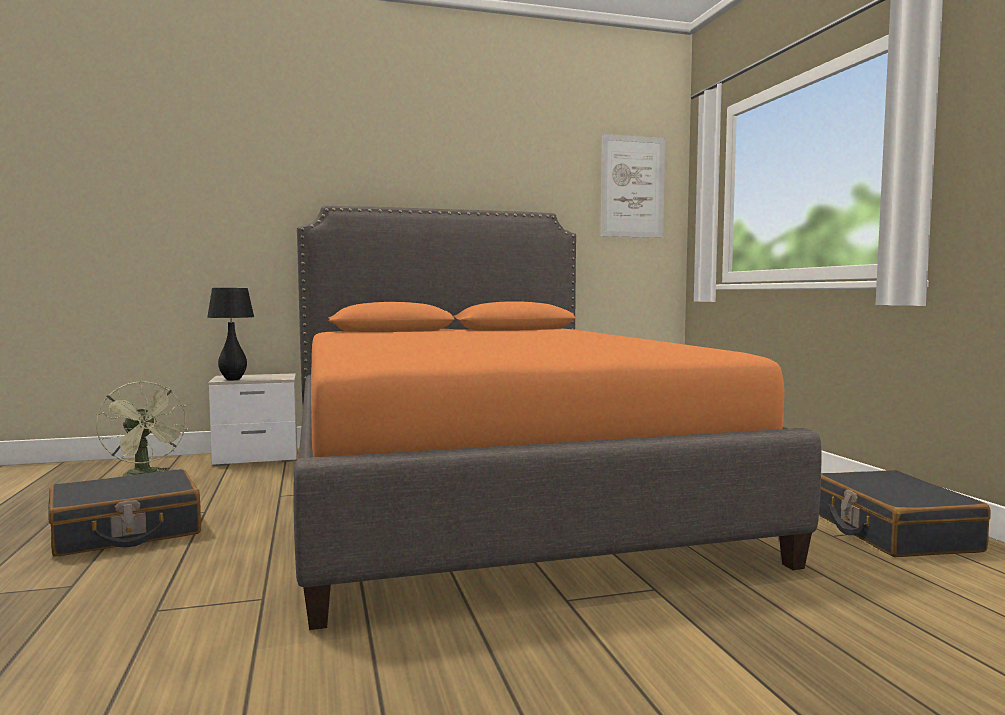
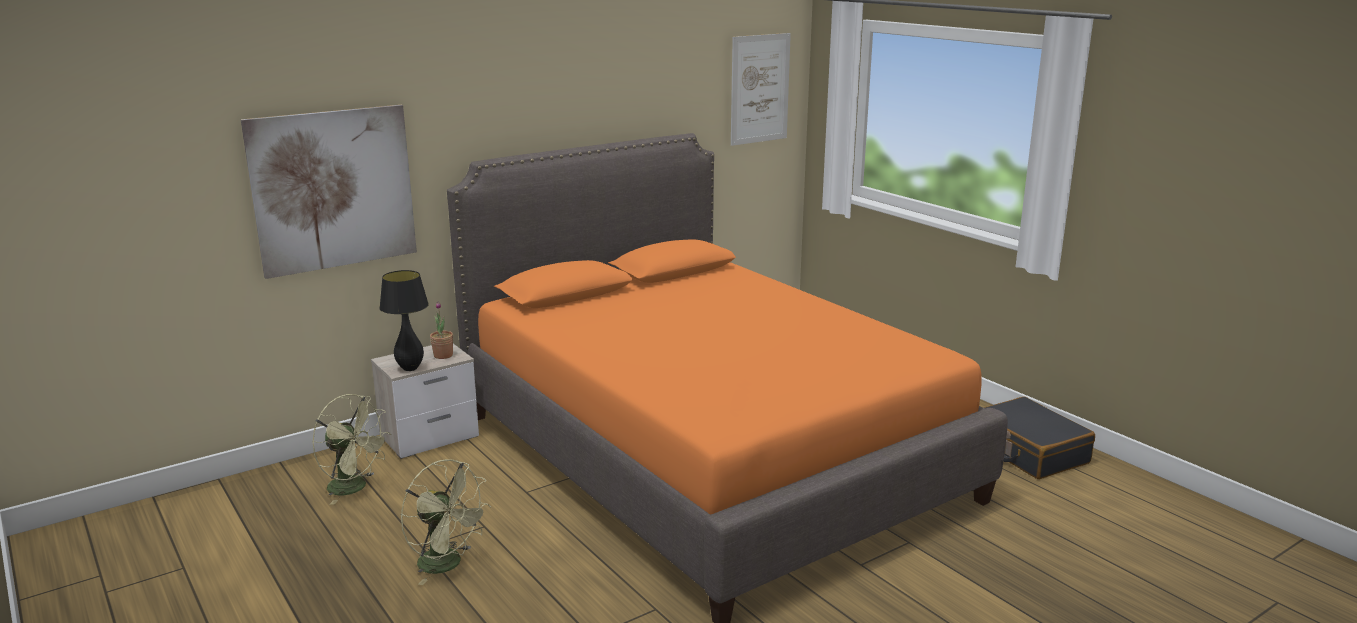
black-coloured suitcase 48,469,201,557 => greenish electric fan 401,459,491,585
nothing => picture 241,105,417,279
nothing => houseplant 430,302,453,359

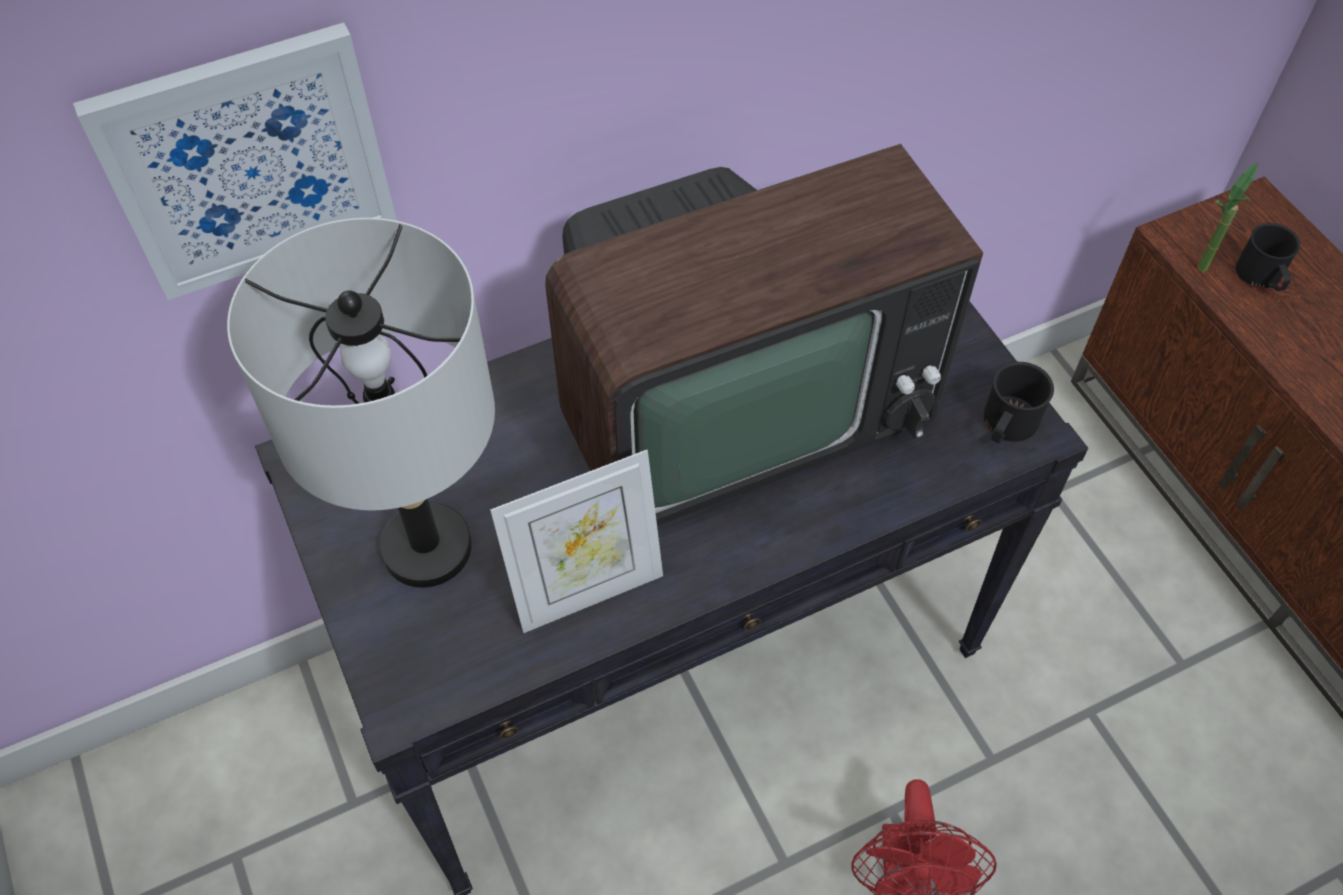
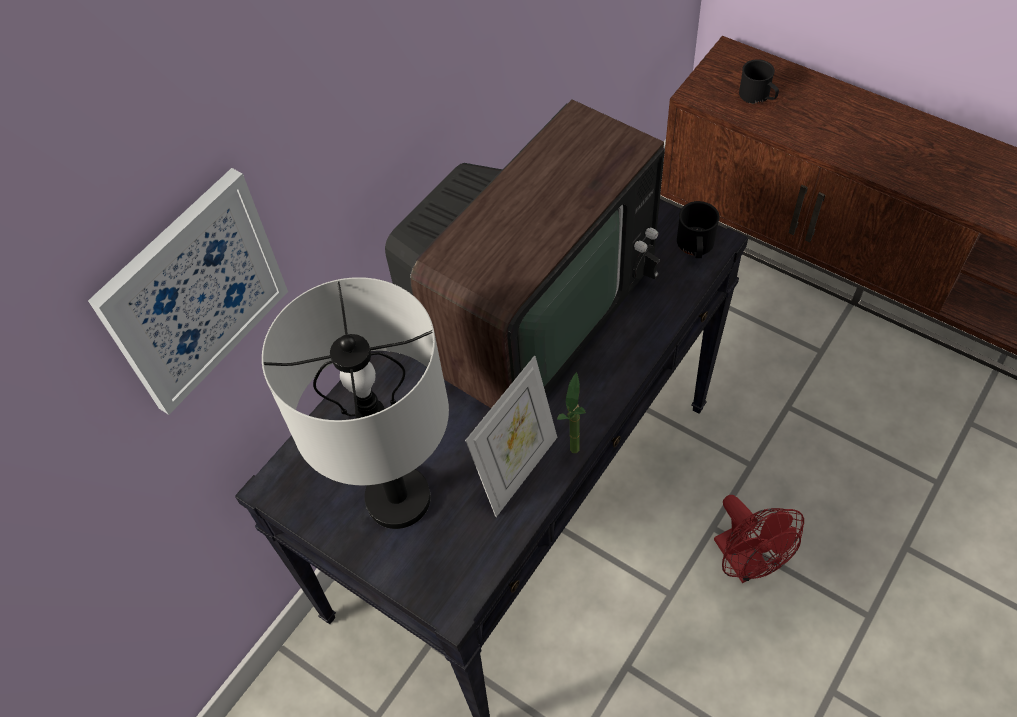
houseplant 1197,163,1258,272 => houseplant 557,372,586,453, move

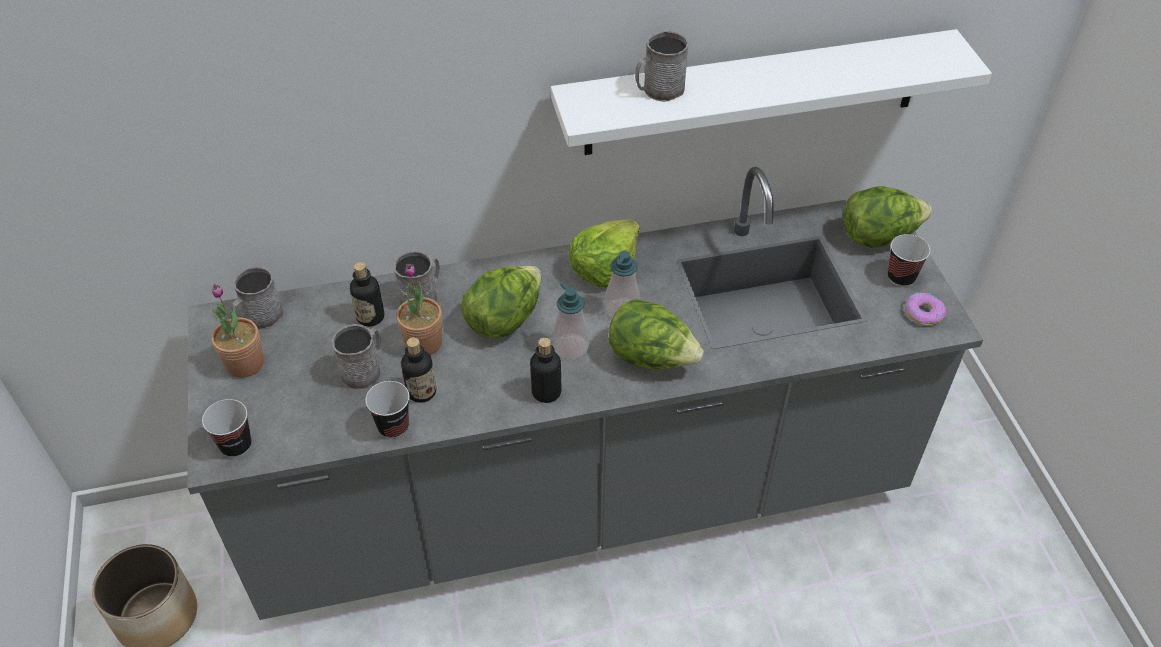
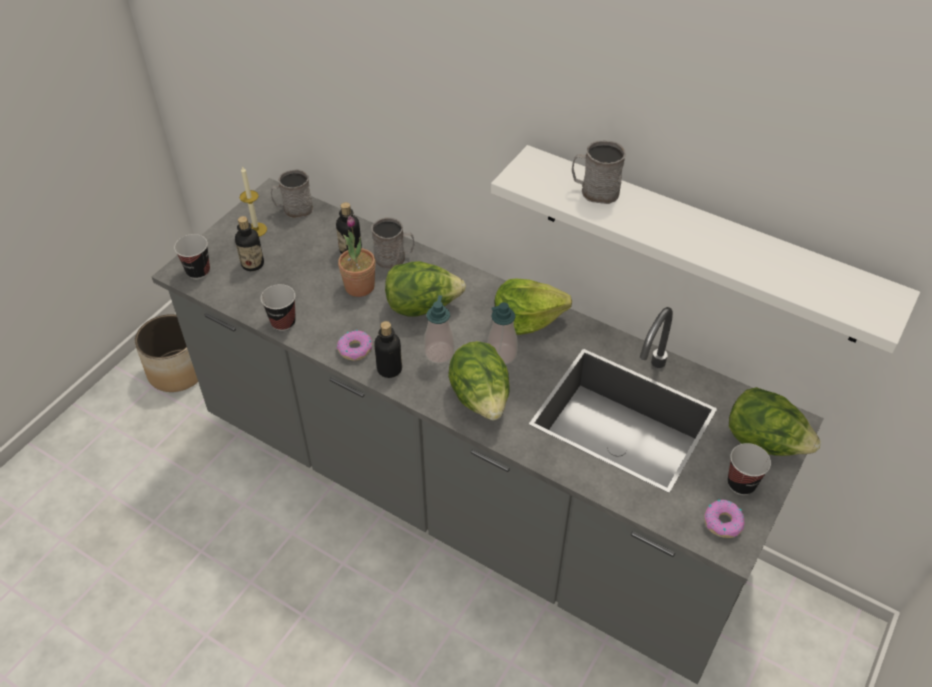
houseplant 210,284,264,378 => candle 240,166,267,237
gray mug 332,324,381,389 => nothing
drink bottle 401,337,436,403 => drink bottle 235,216,264,271, move
nothing => donut 337,330,373,361

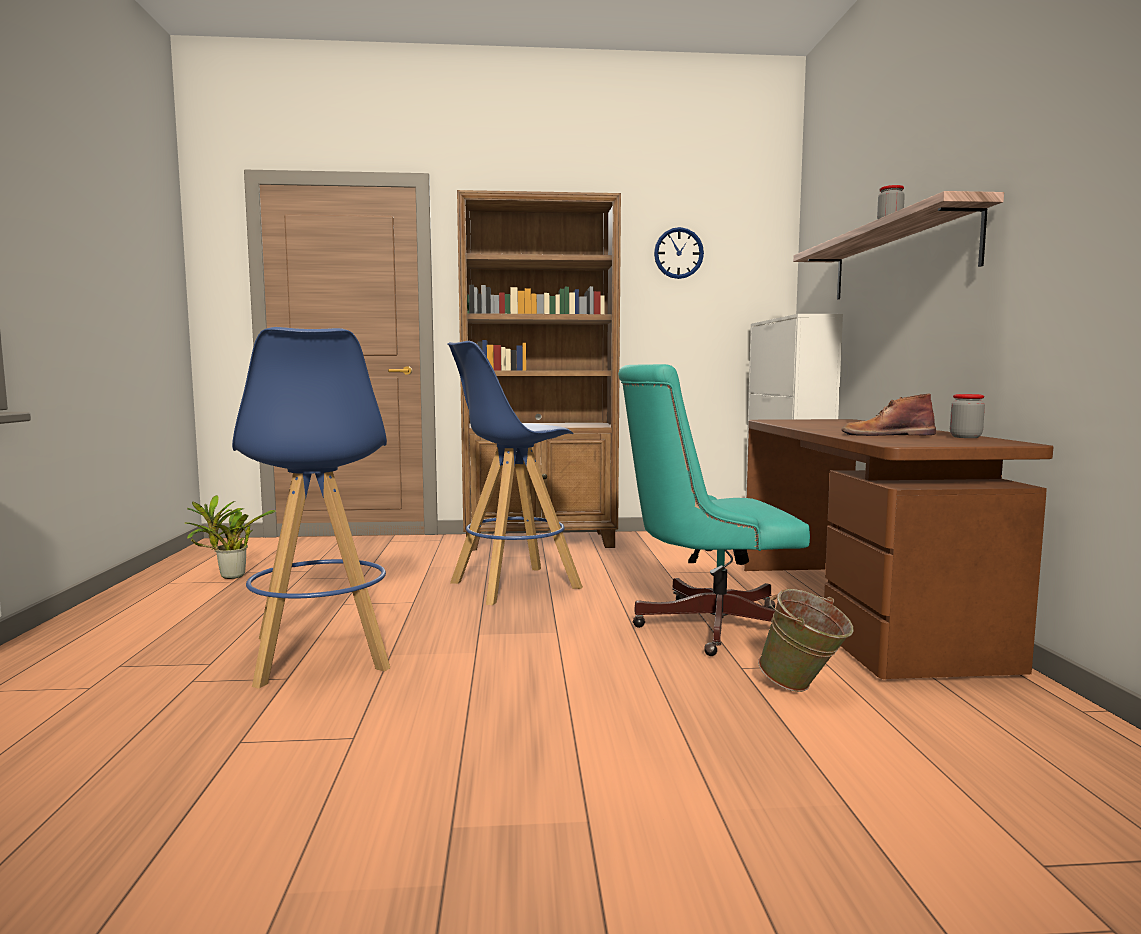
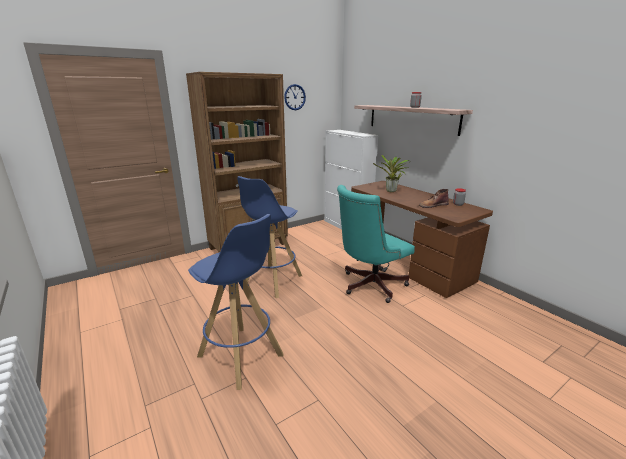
houseplant 185,495,276,579 => houseplant 373,155,409,192, move
greenish pail 758,589,854,692 => nothing

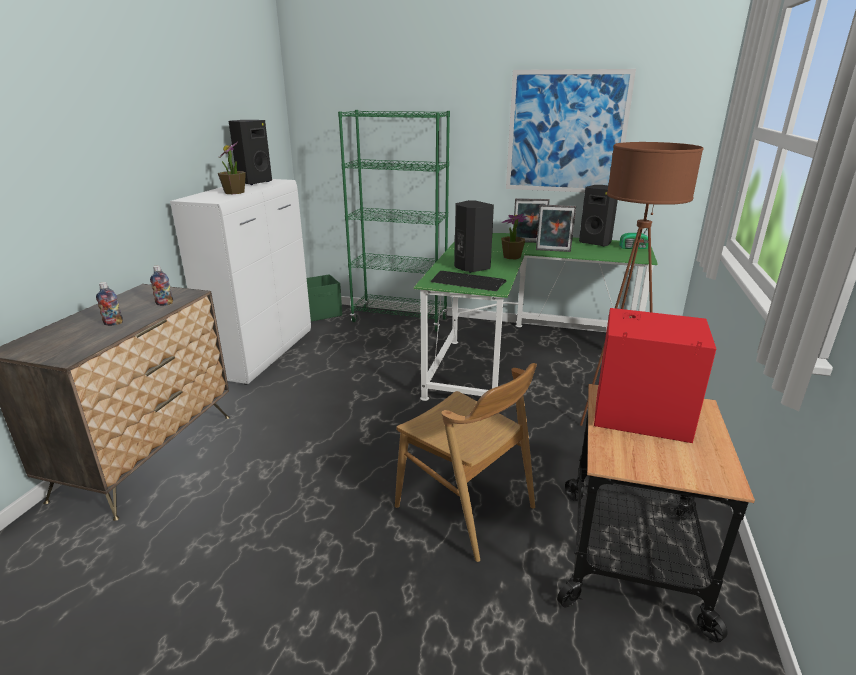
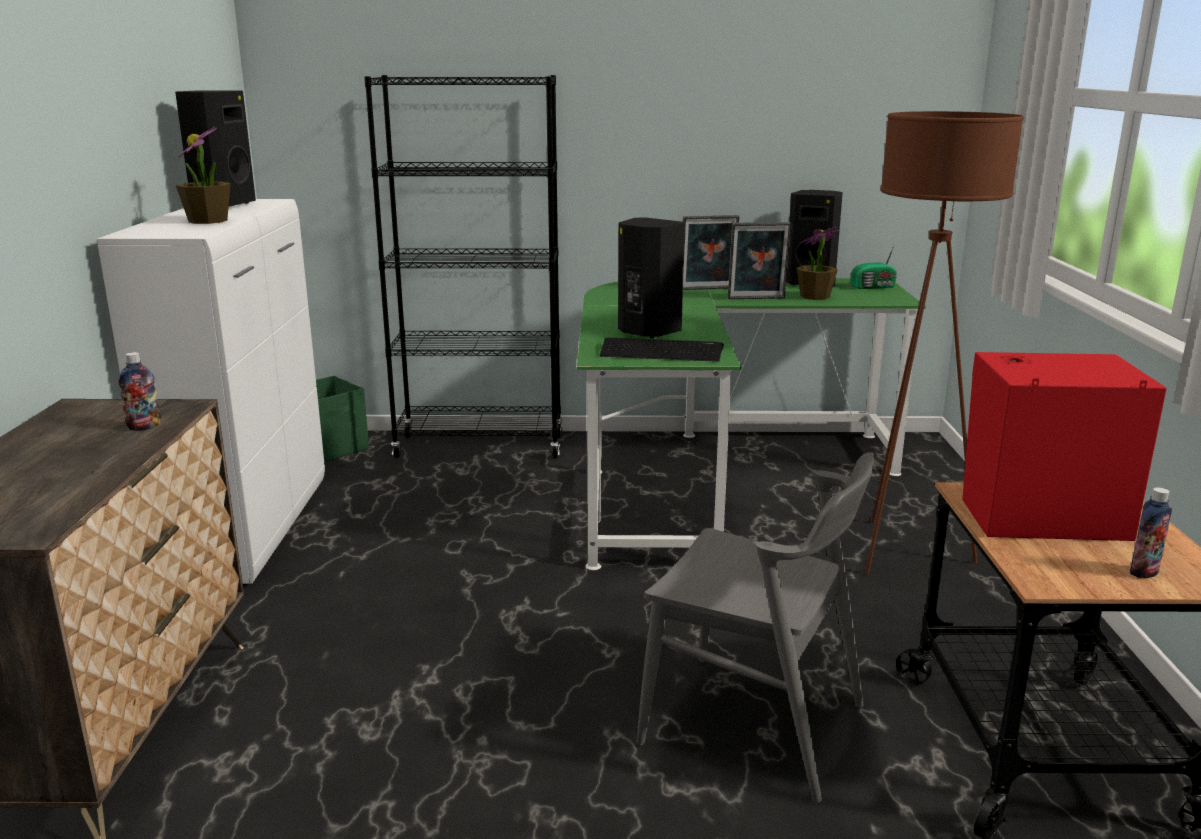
drink bottle 96,282,123,326 => drink bottle 1130,487,1173,578, move
greenish shelving unit 338,110,450,332 => black-coloured shelving unit 364,75,562,458
brown-coloured upright chair 395,363,537,562 => gray upright chair 636,452,874,803
houseplant 501,214,527,259 => houseplant 797,227,840,300, move
picture 506,69,636,193 => nothing

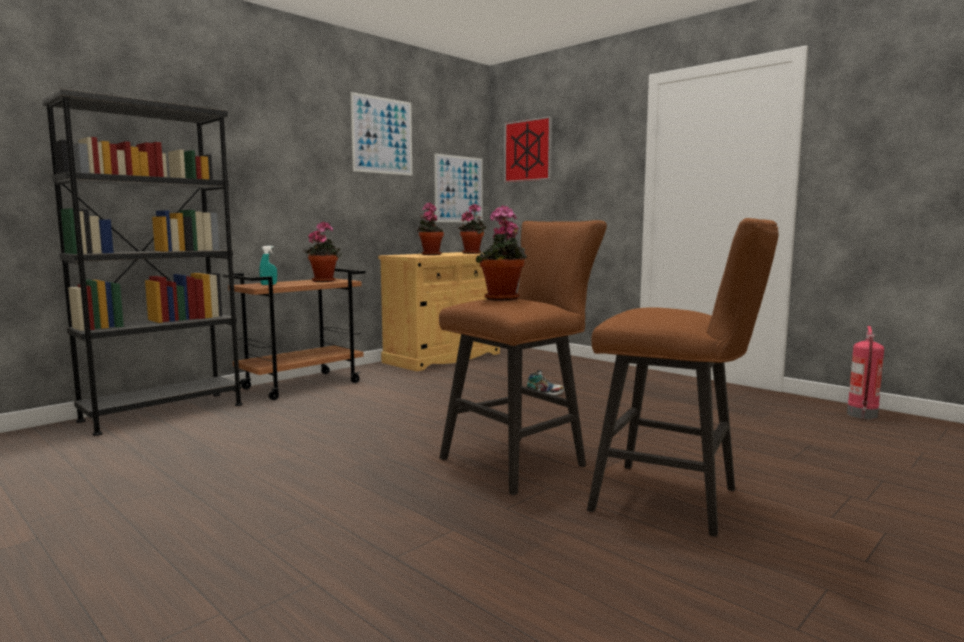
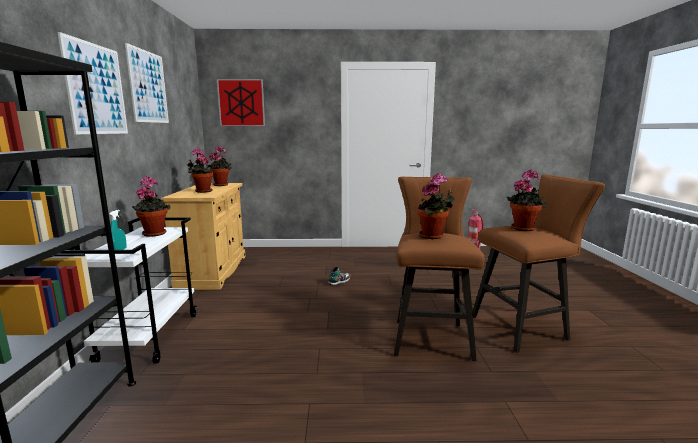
brown-coloured wheeled cart 223,268,366,400 => whitish wheeled cart 61,217,196,364
picture 434,153,483,223 => picture 58,32,128,134, move
nothing => houseplant 507,169,547,231

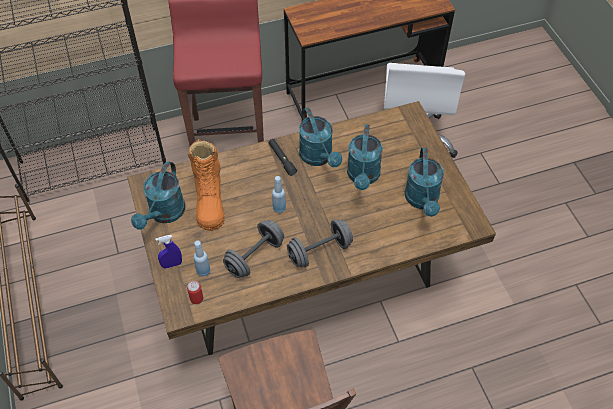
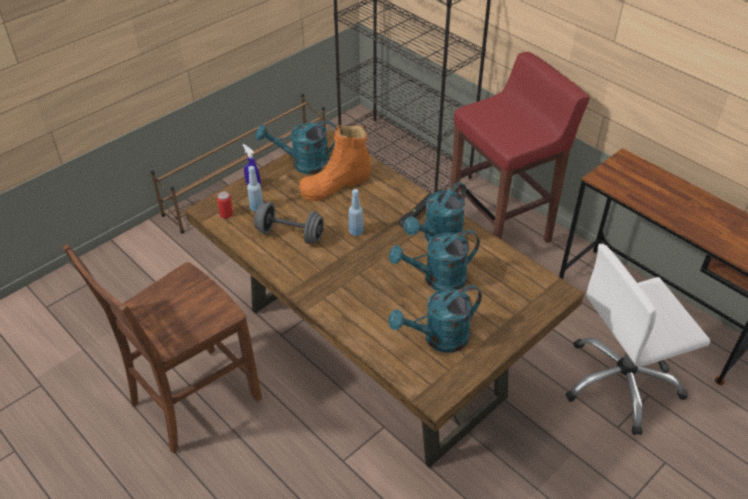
gray free weight 287,219,353,267 => nothing

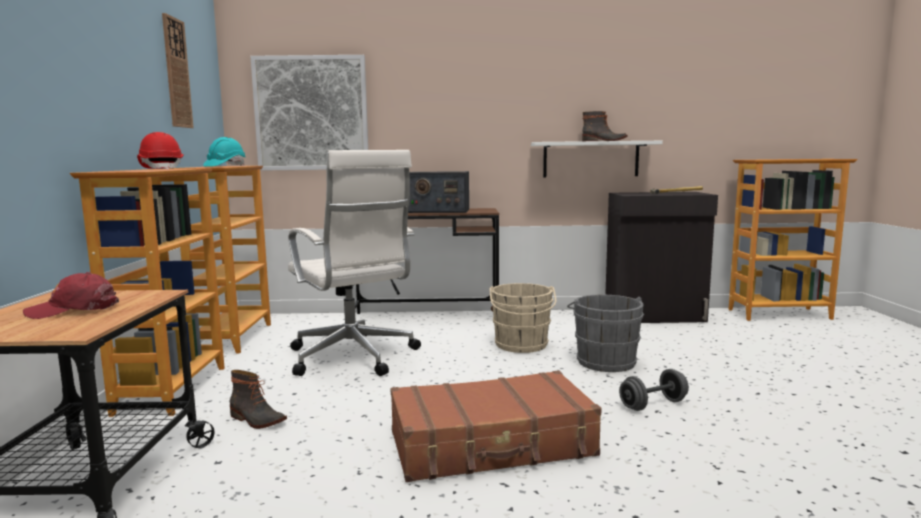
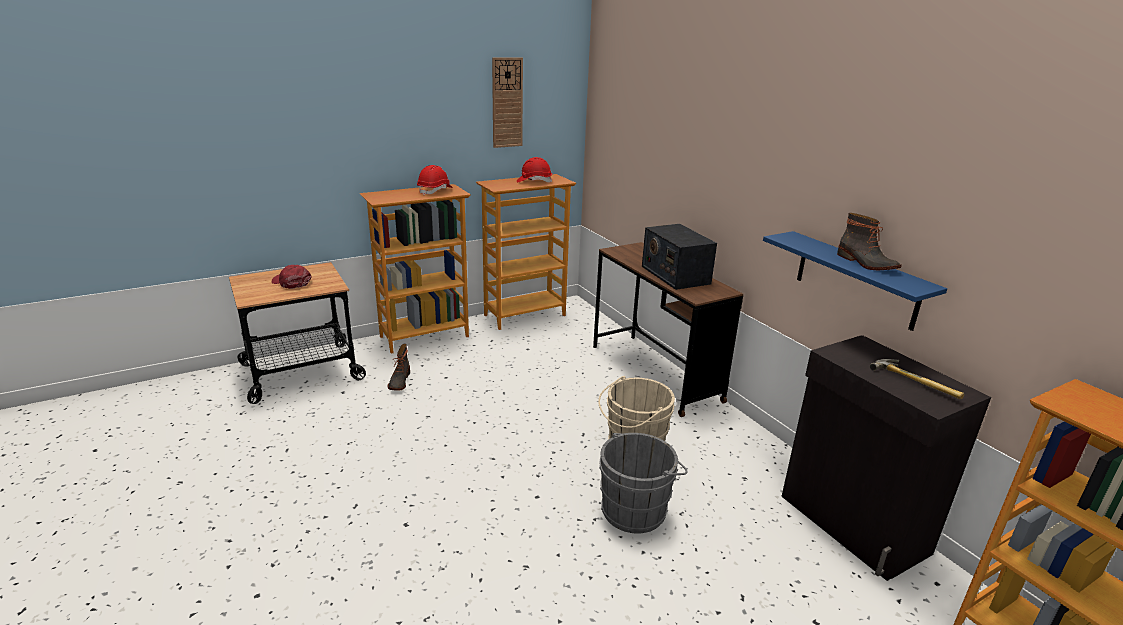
blue-green safety helmet 203,137,246,166 => red safety helmet 517,157,552,182
picture 250,55,368,171 => nothing
whitish office chair 288,150,421,376 => nothing
brown-coloured suitcase 390,371,602,482 => nothing
whitish wall shelf 531,141,663,177 => blue wall shelf 763,231,947,331
gray free weight 619,369,689,411 => nothing

